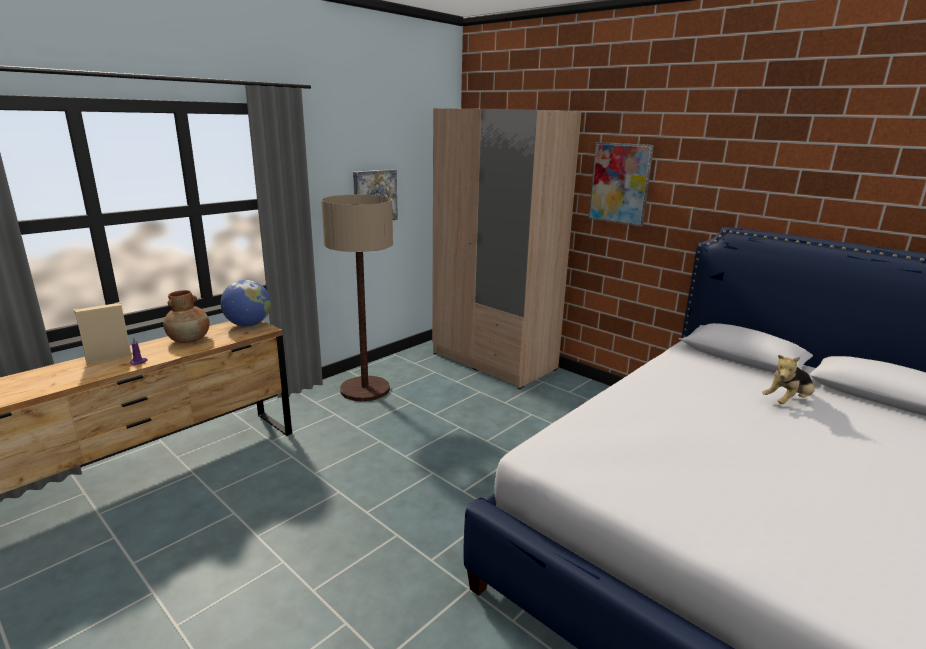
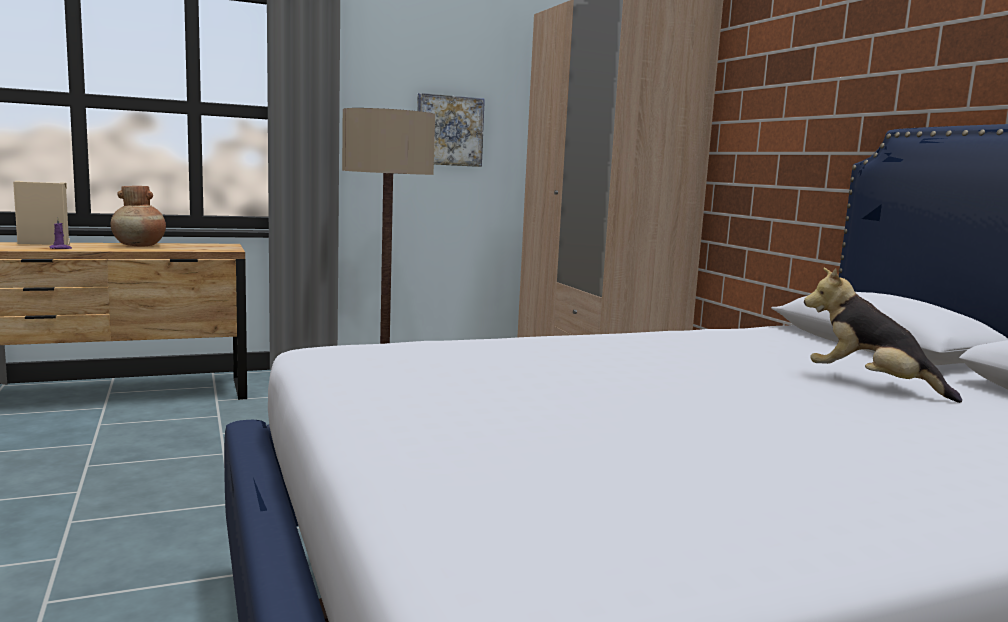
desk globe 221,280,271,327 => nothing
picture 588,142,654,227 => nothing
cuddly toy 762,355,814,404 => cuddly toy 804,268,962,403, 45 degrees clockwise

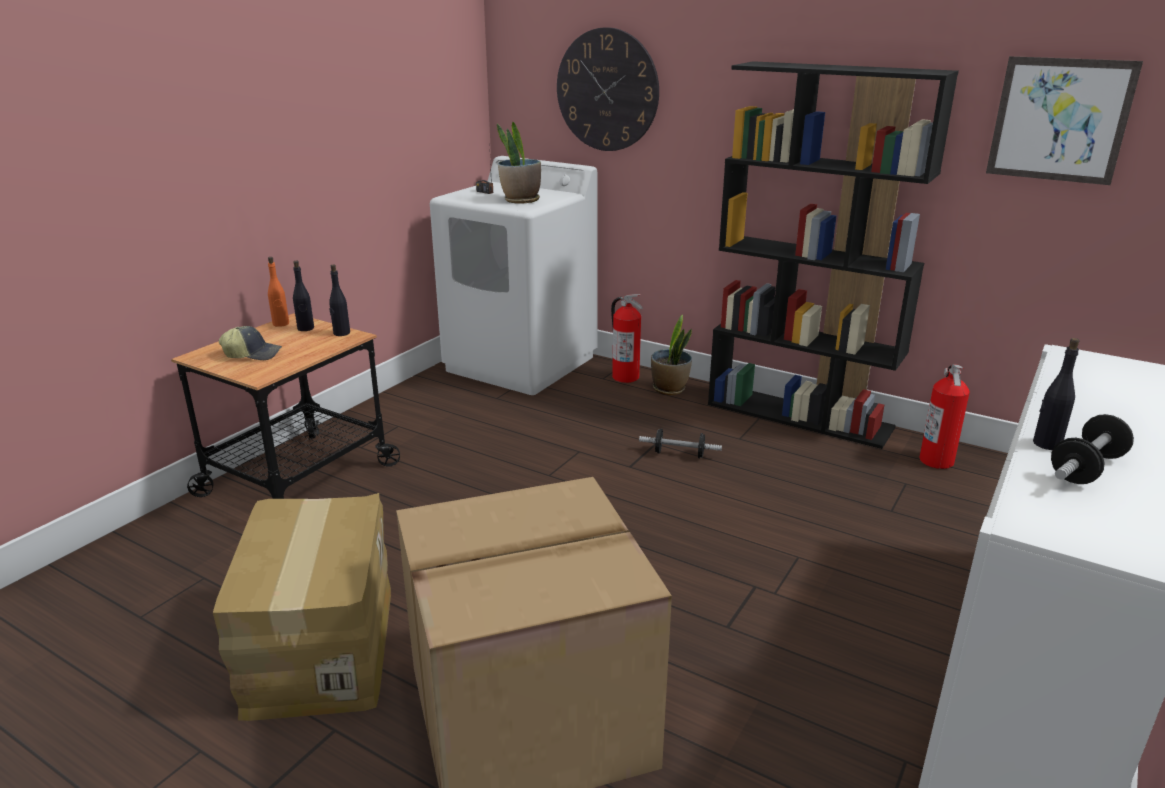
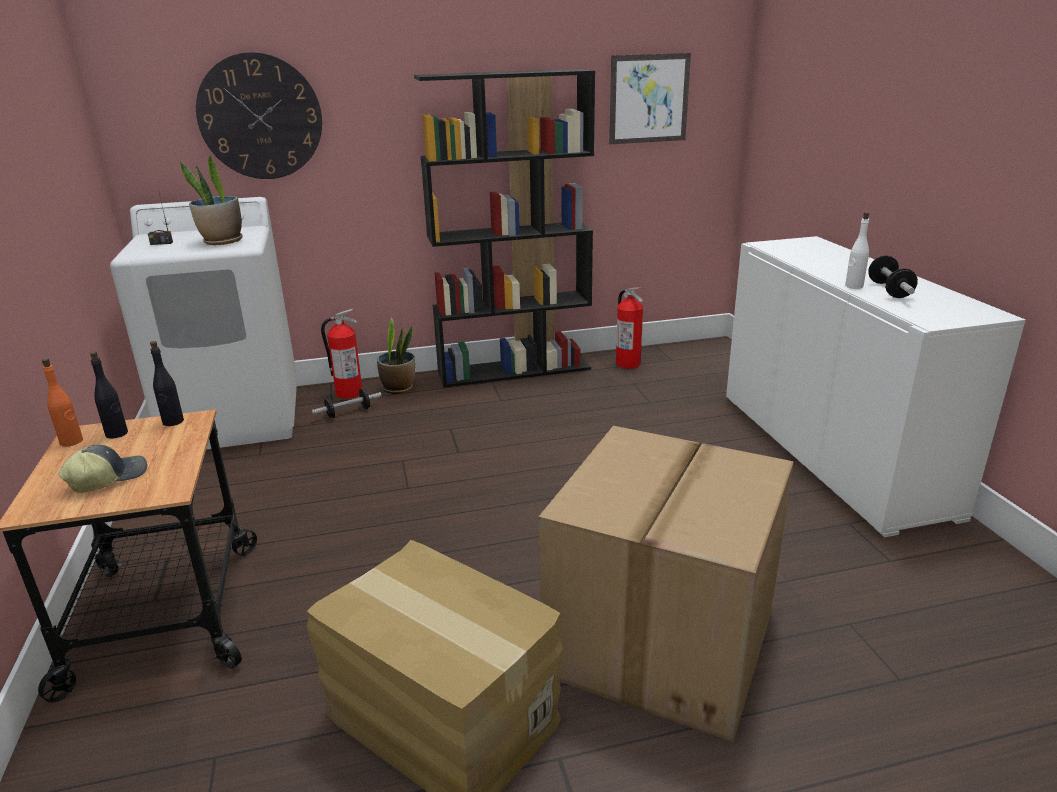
free weight 639,429,722,458 => free weight 312,388,381,418, move
black-coloured drink bottle 1033,338,1080,450 => whitish drink bottle 845,212,869,289

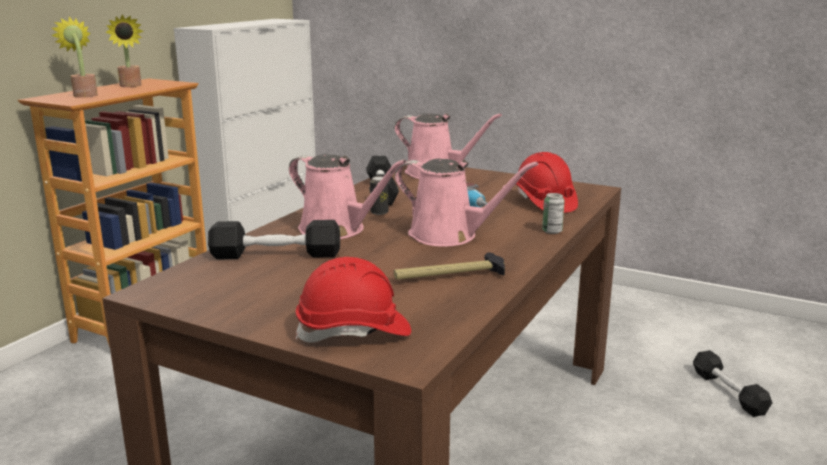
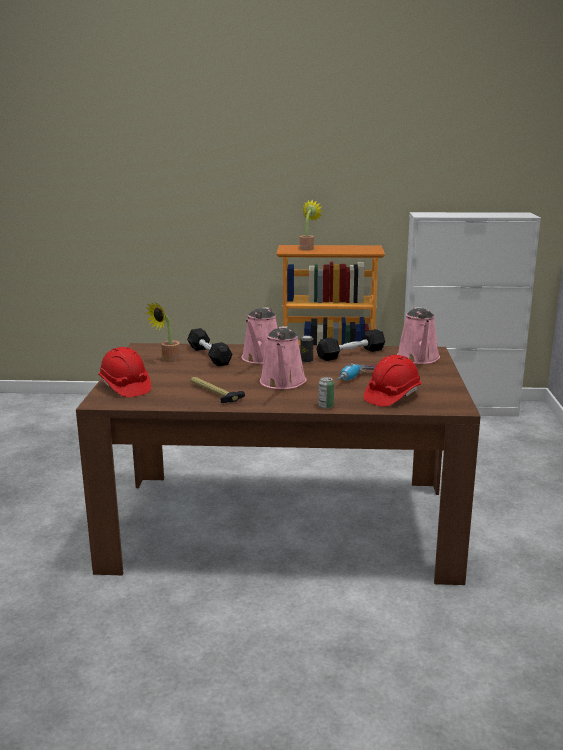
houseplant 105,15,143,87 => houseplant 146,302,181,362, move
black-coloured free weight 693,350,772,417 => nothing

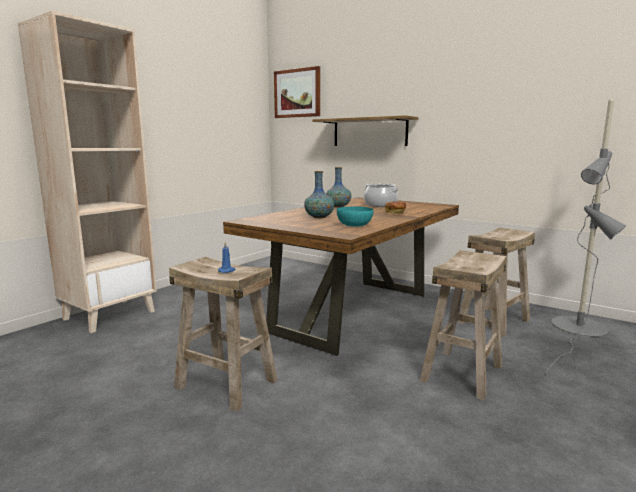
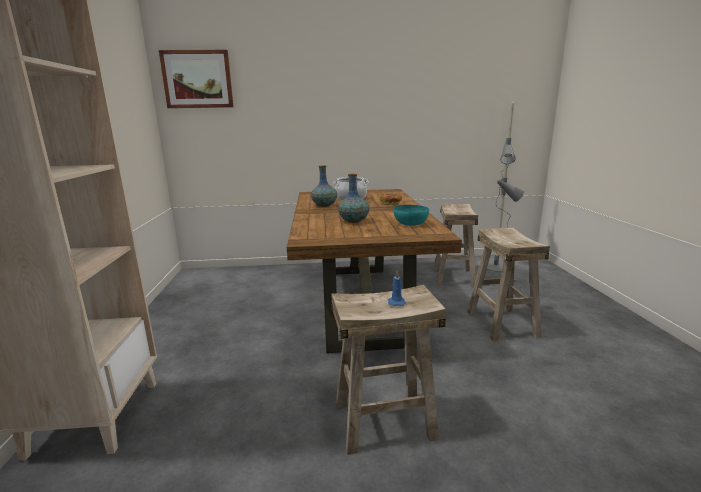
wall shelf 312,115,419,146 => nothing

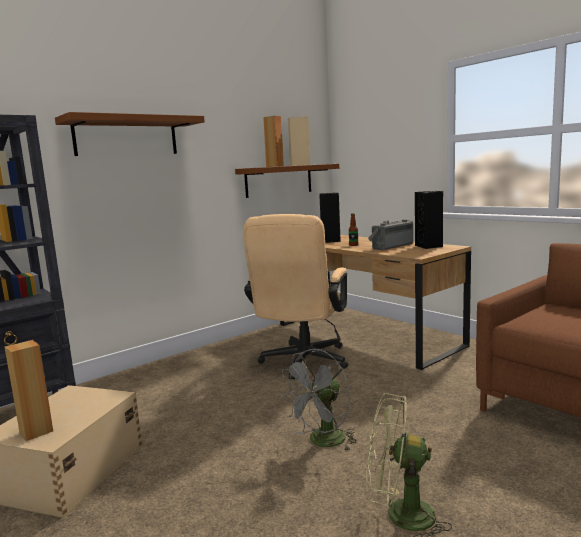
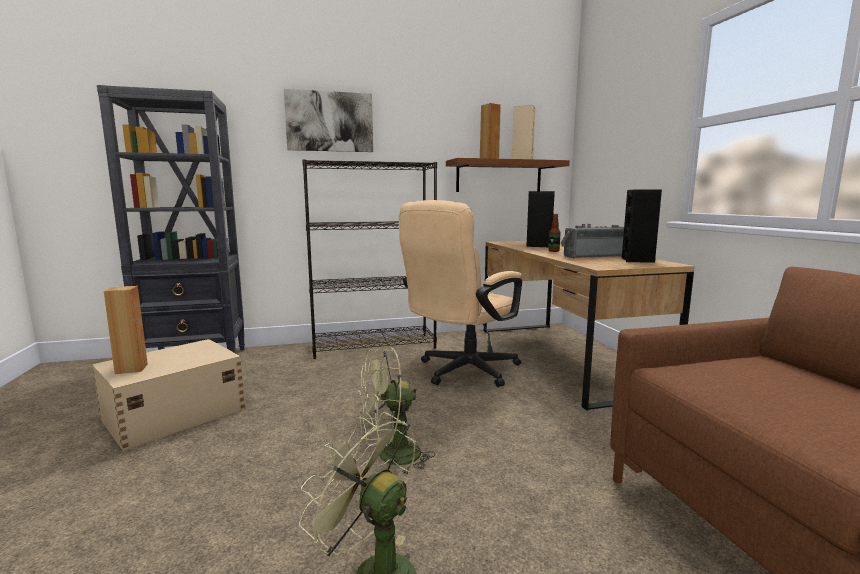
brown-coloured wall shelf 55,112,205,156 => picture 284,89,373,152
gray electric fan 280,349,357,452 => greenish electric fan 358,347,435,475
nothing => black-coloured shelving unit 302,159,437,359

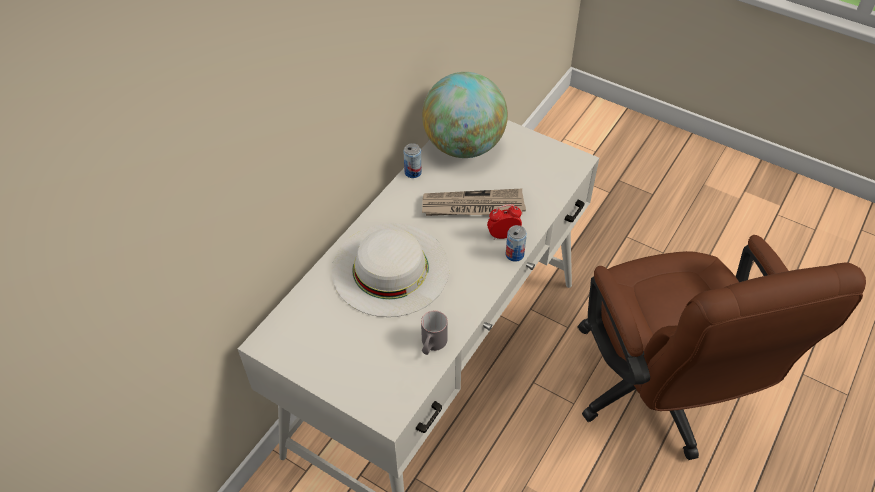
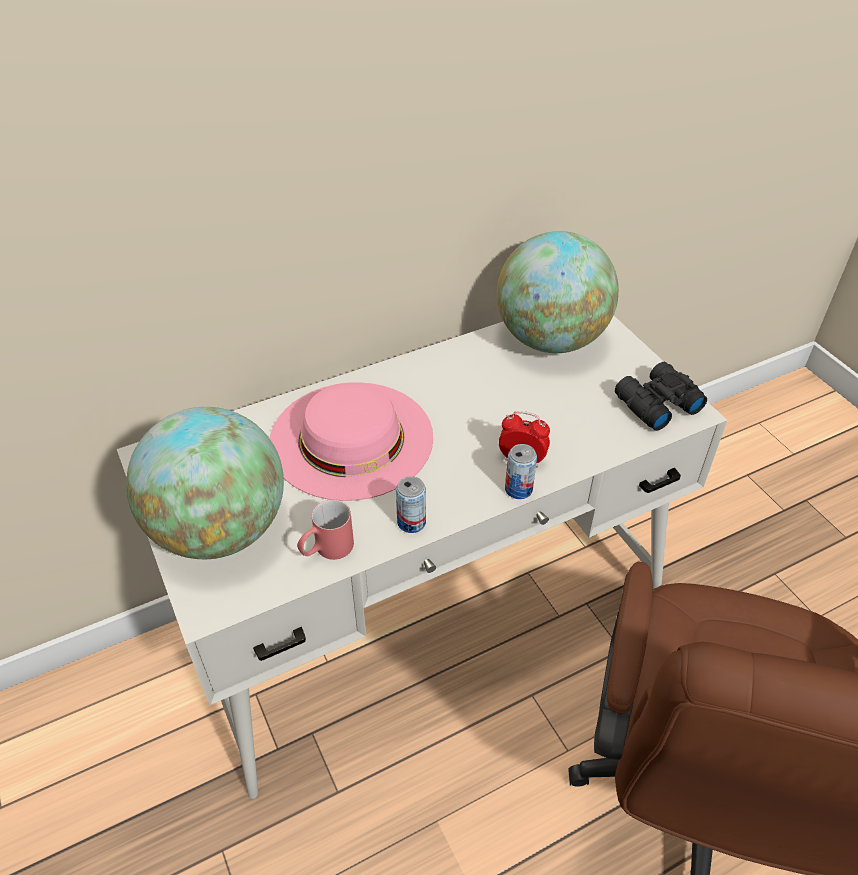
whitish wearable hat 332,223,450,317 => pink-coloured wearable hat 270,382,433,501
can 403,143,422,178 => can 396,476,426,533, move
gray mug 421,311,448,355 => red mug 297,500,354,560
printed paper 422,189,526,216 => nothing
nothing => desk globe 126,407,284,559
nothing => black-coloured pair of binoculars 615,362,707,431

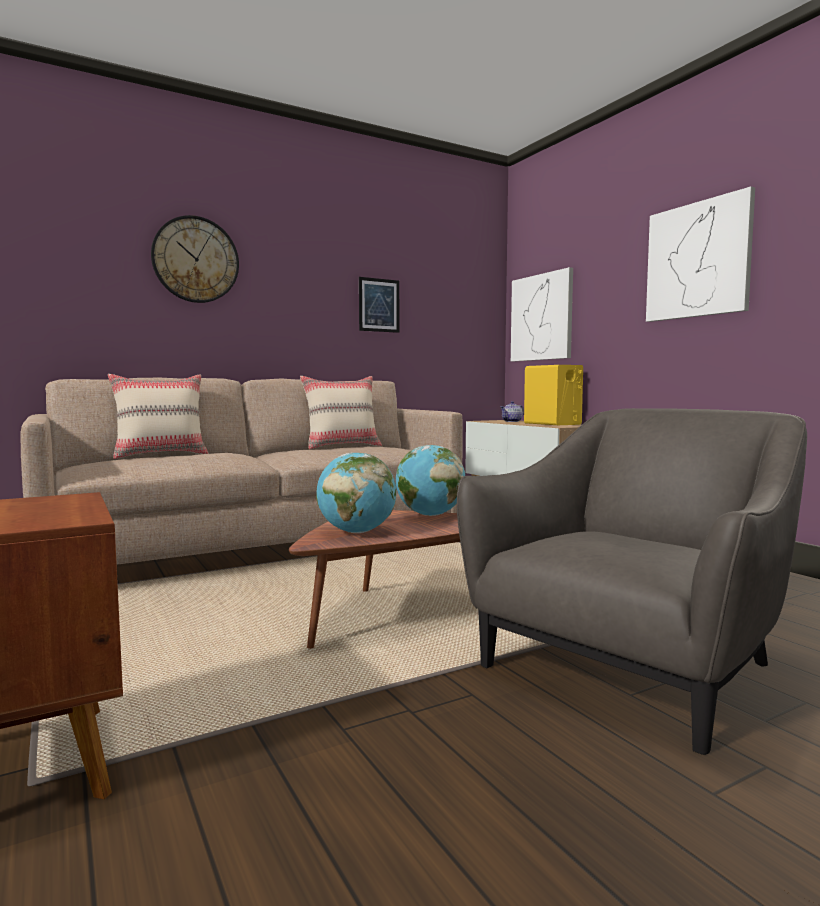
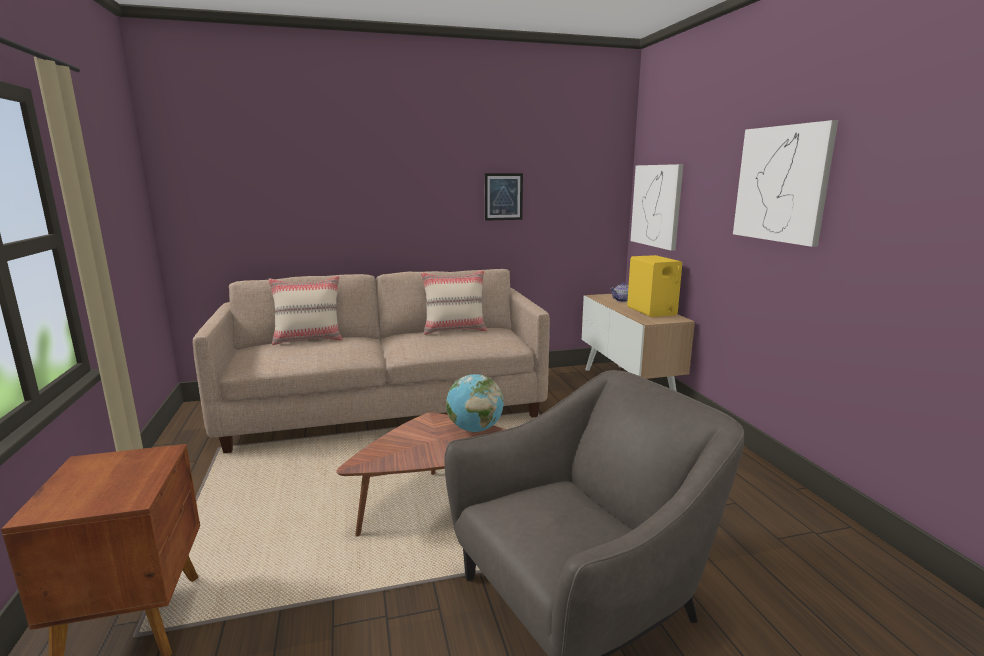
hanging clock 151,215,239,303 => nothing
desk globe 316,453,396,533 => nothing

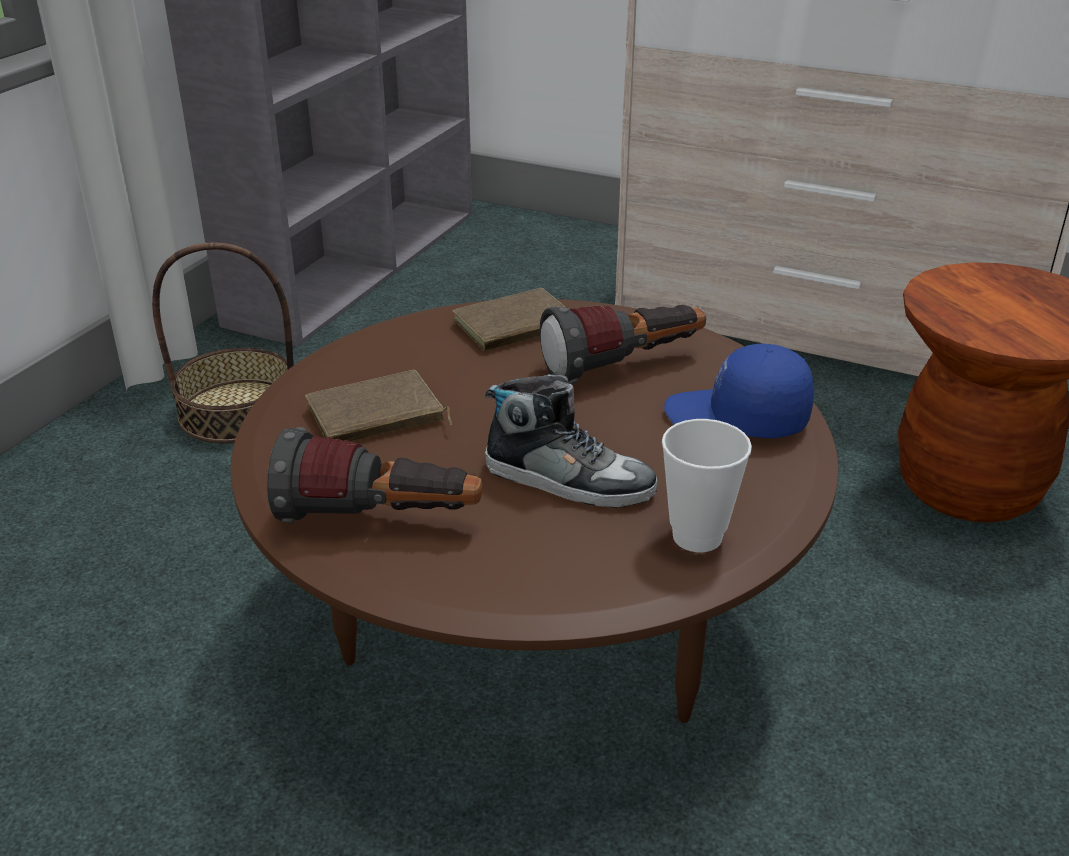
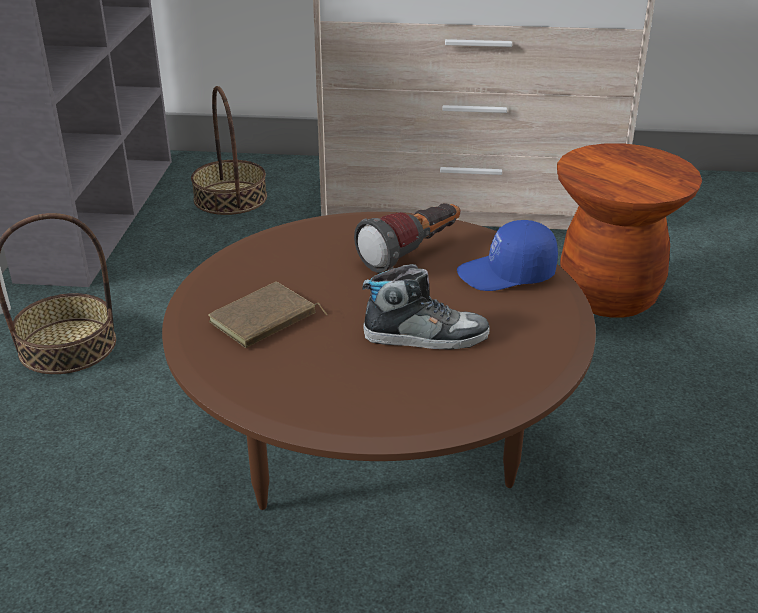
torch 267,427,483,524 => nothing
brown-coloured volume 453,288,565,351 => nothing
drinking cup 662,419,752,552 => nothing
nothing => household basket 191,86,267,215

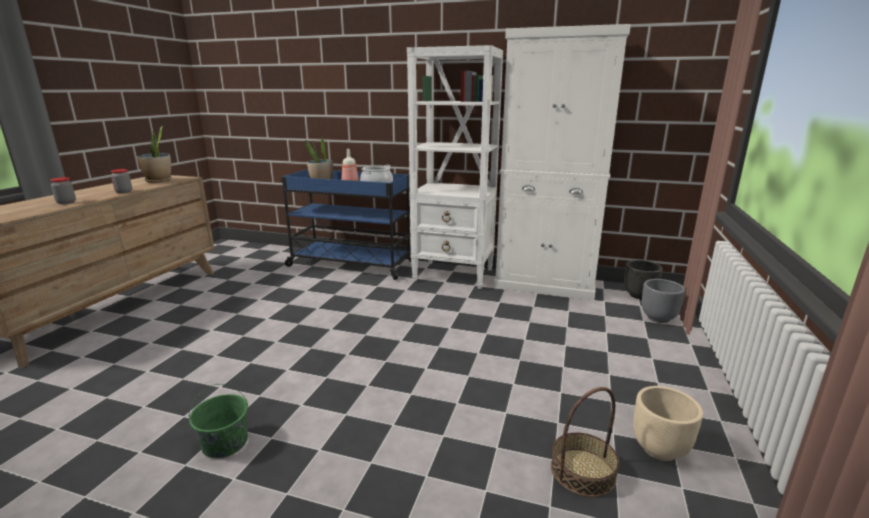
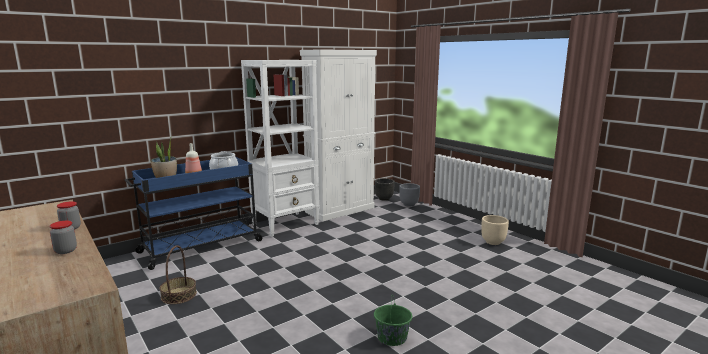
houseplant 137,126,171,183 => nothing
household basket 551,387,620,497 => household basket 160,245,197,304, move

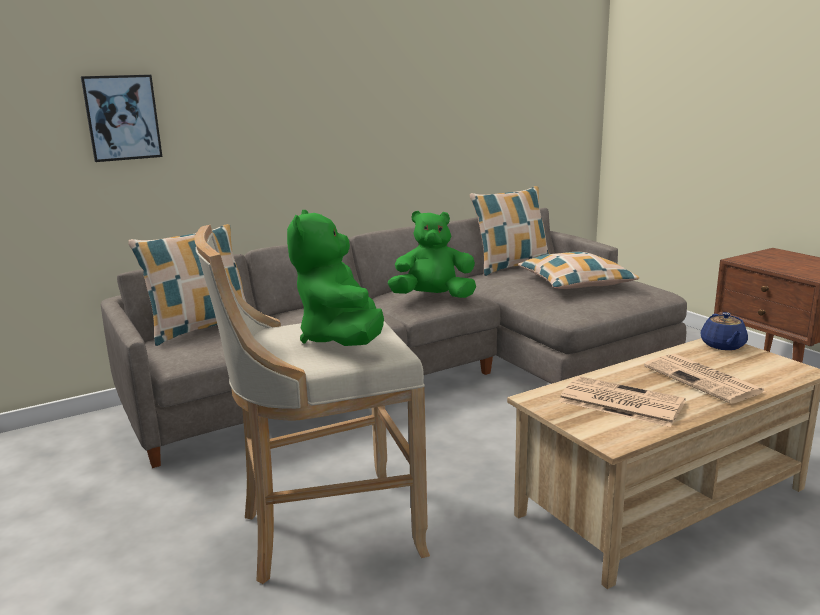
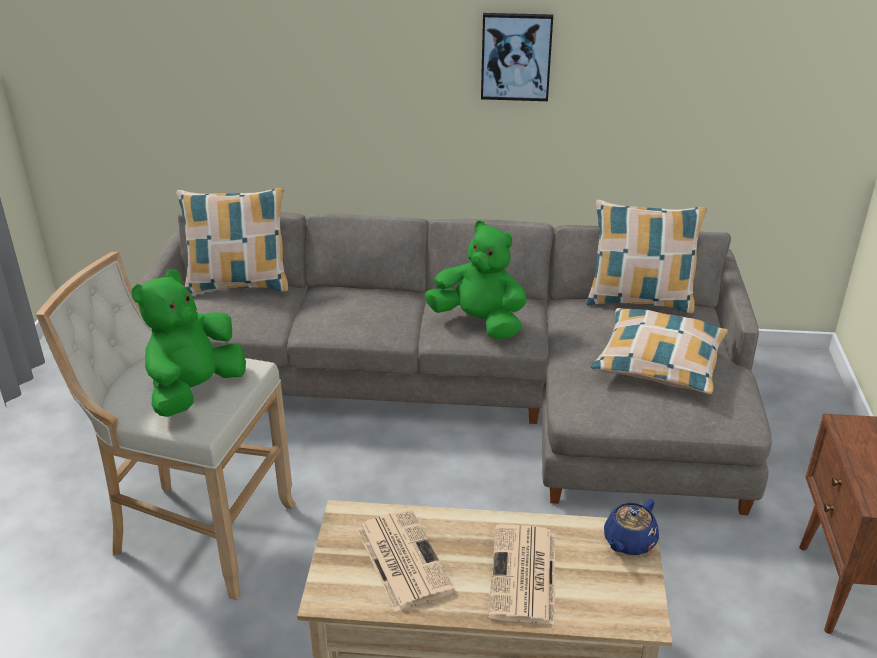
picture 81,75,162,162 => picture 481,13,553,101, move

